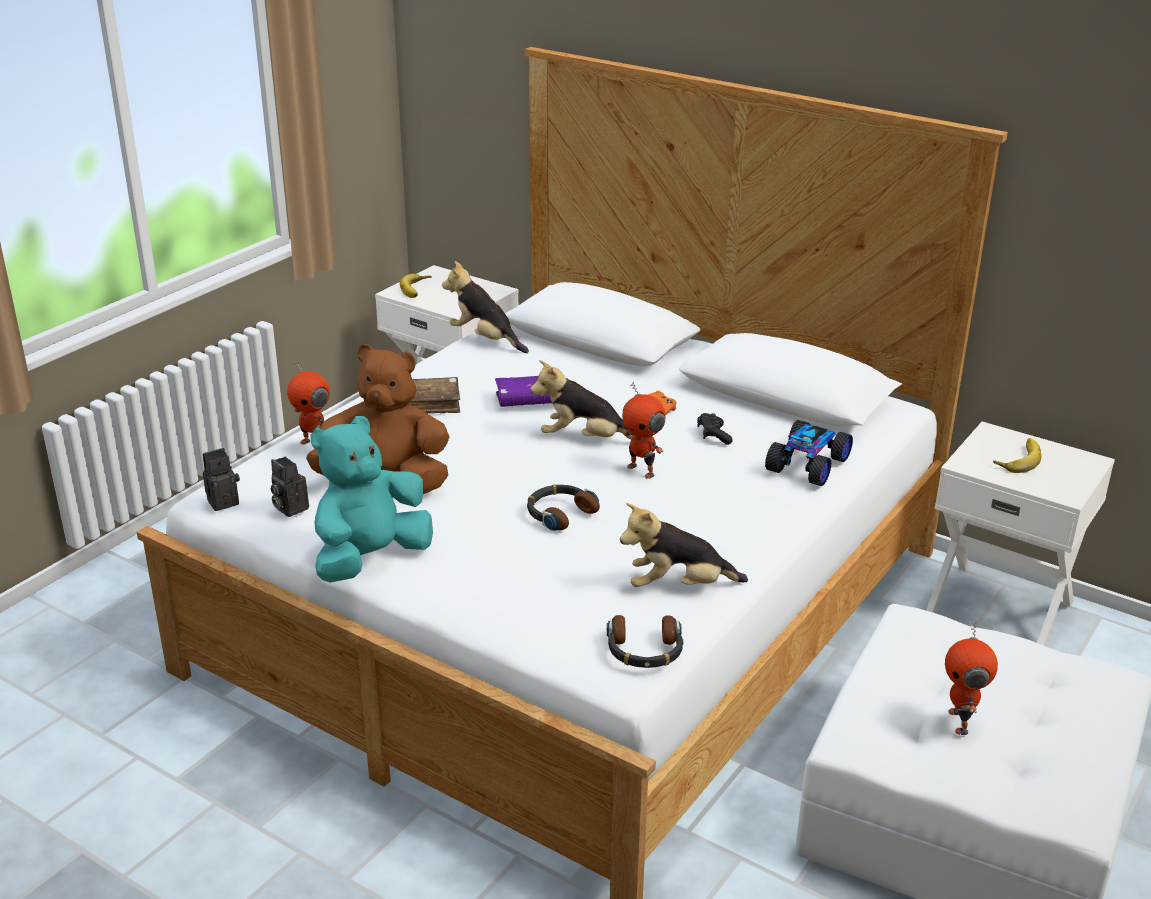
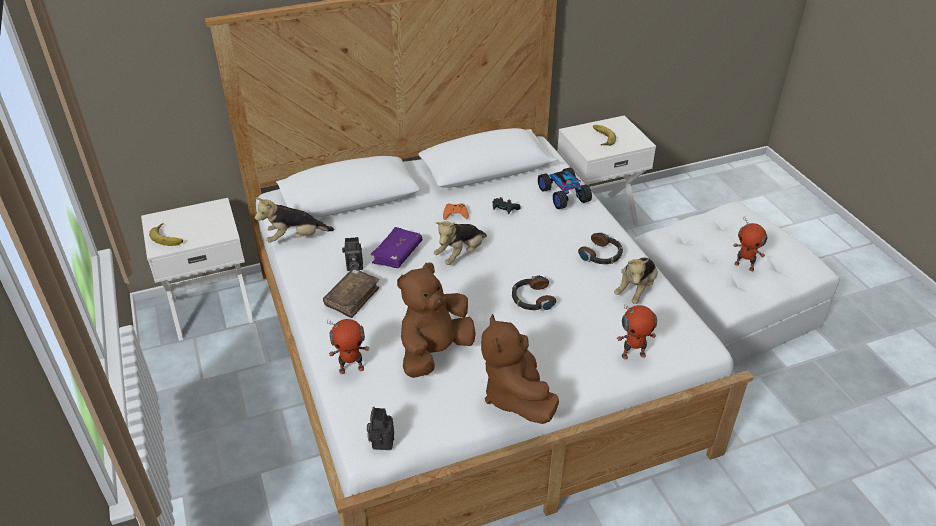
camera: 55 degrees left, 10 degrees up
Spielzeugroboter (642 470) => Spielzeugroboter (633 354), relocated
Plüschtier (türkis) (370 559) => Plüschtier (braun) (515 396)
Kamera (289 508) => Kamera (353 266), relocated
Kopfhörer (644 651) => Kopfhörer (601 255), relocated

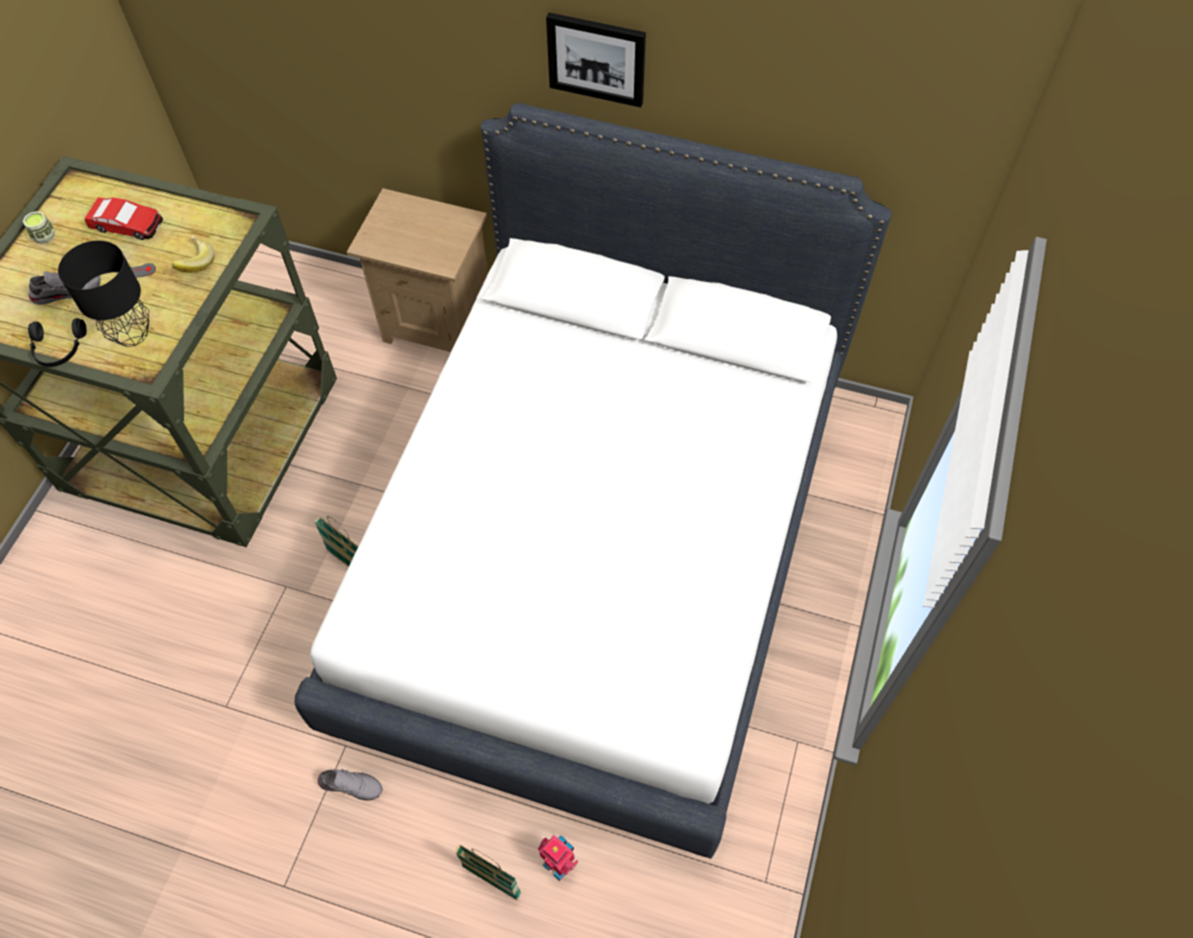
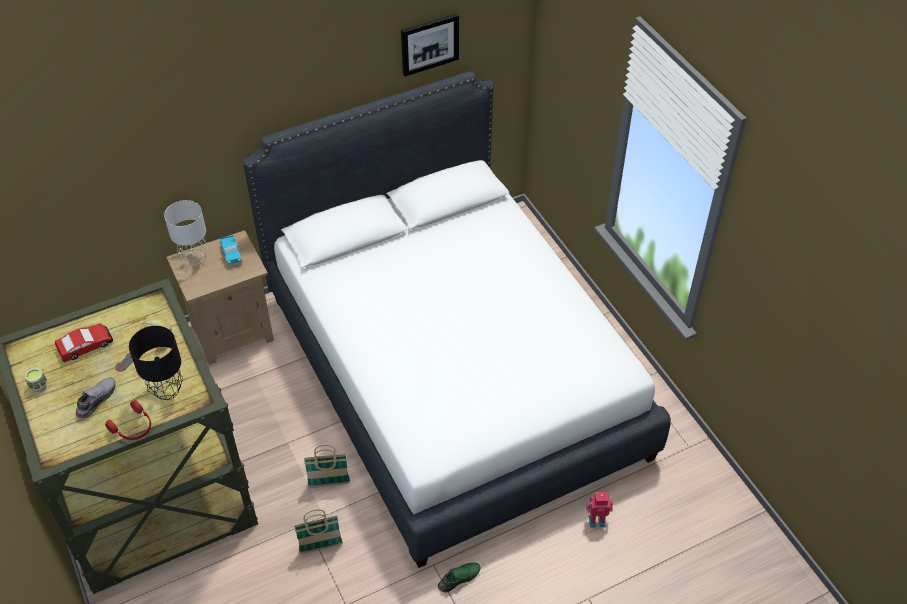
camera: 45 degrees left, 10 degrees down
Bild (597 58) => Bild (429 43), relocated
Kopfhörer (schwarz) (59 349) => Kopfhörer (rot) (133 427)
Schuh (grau) (352 784) => Schuh (grün) (458 578)
Korb (492 880) => Korb (321 547), relocated
nothing => Tischlampe (grau) (195 257)
nothing => Spielzeuglaster (231 255)

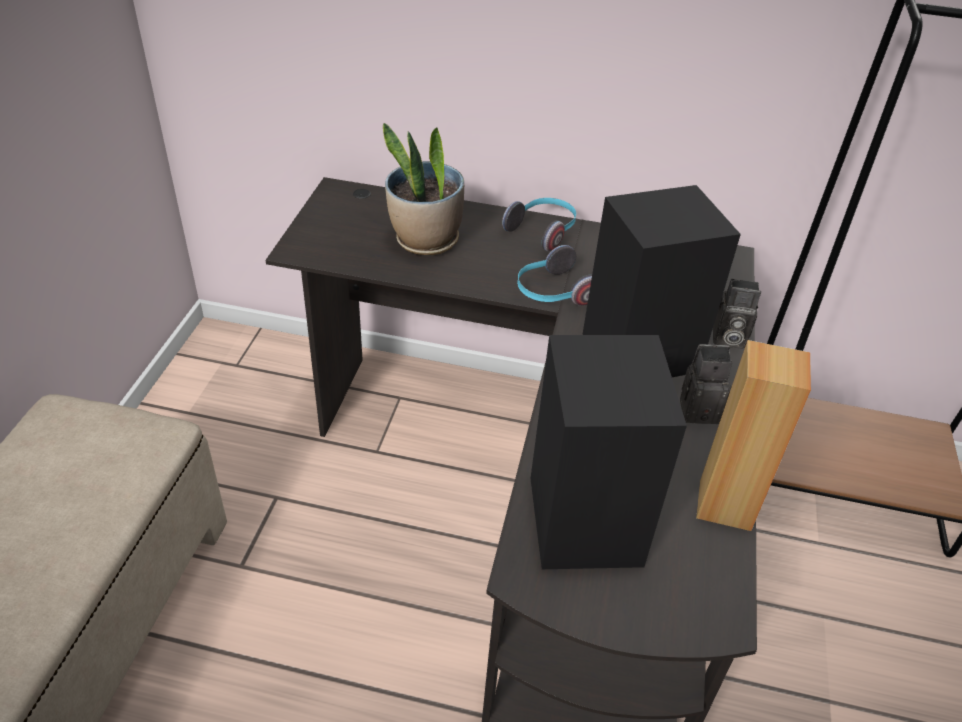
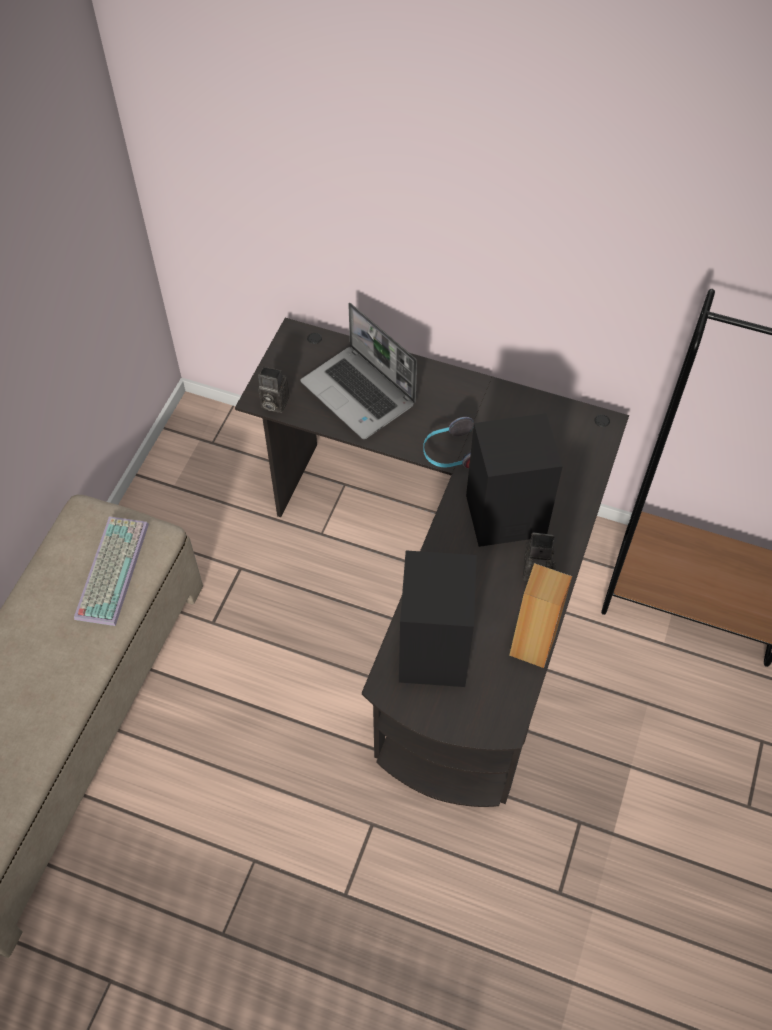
camera: 10 degrees right, 15 degrees up
Topfpflanze (425 241) => Laptop (360 394)
Kopfhörer (543 231) => nothing
Kamera (726 338) => Kamera (273 403), relocated
nothing => Tastatur (110 569)

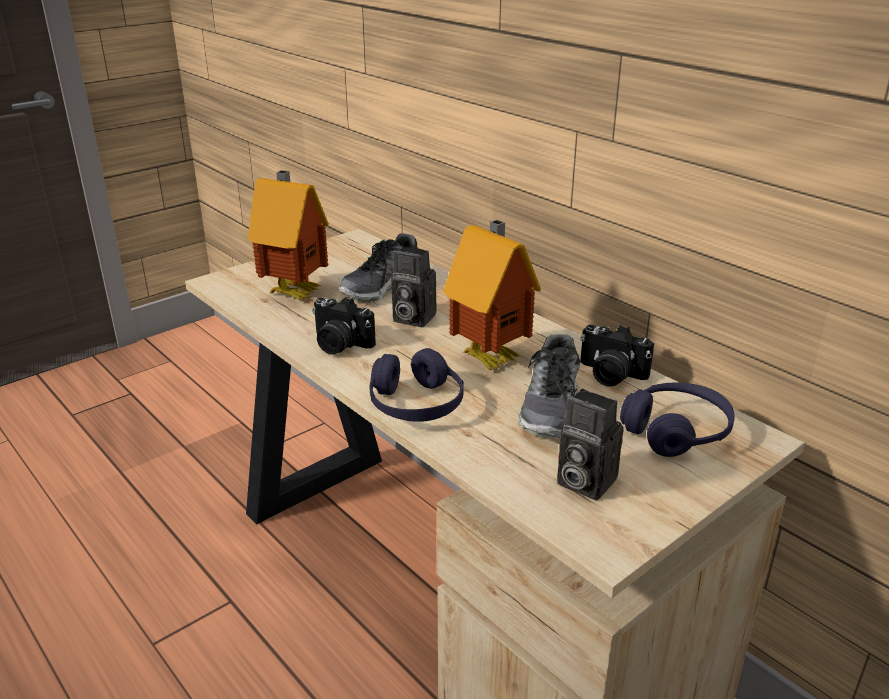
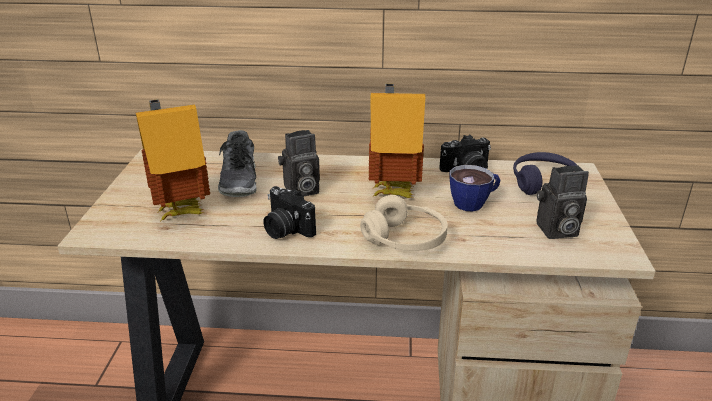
camera: 45 degrees left, 0 degrees up
Kamera (339 344) => Kamera (285 229), 60 degrees clockwise
Schuh (551 408) => Tasse (474 203)
Kopfhörer (lila) (416 404) => Kopfhörer (beige) (405 239)

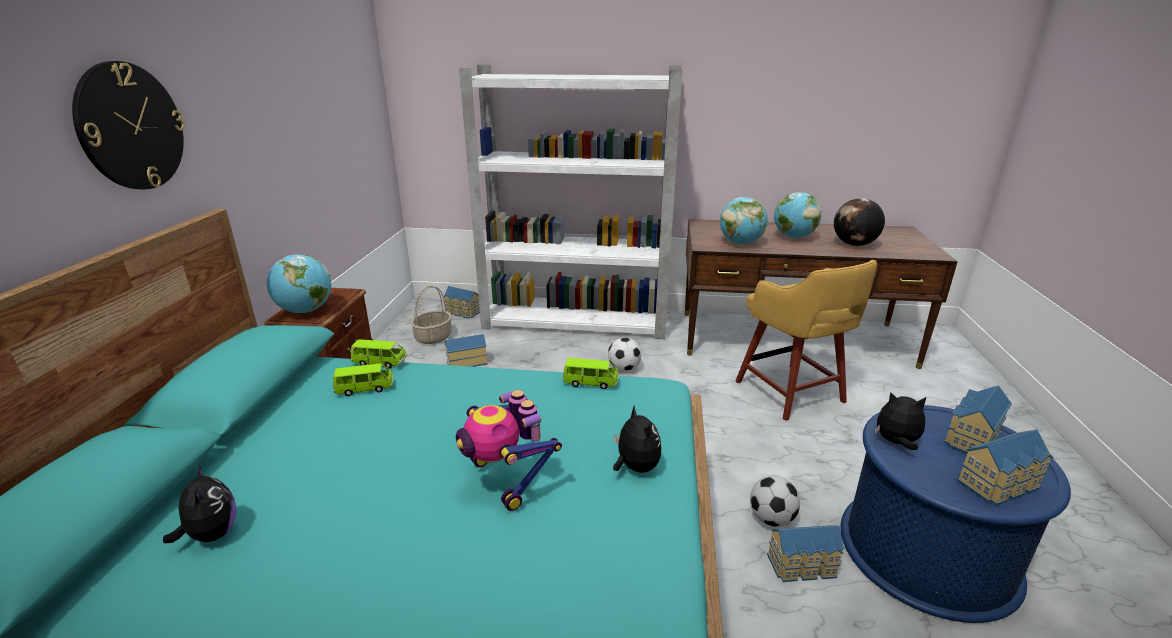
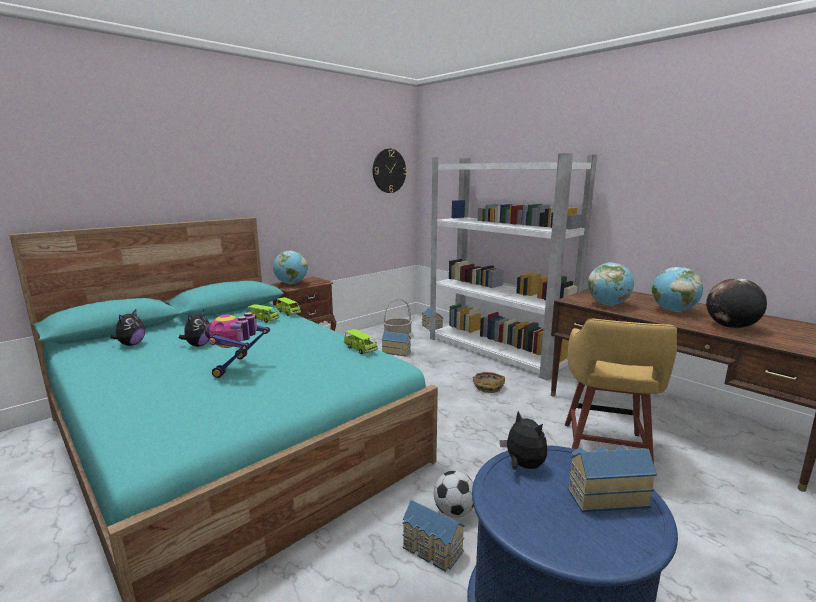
camera: 40 degrees right, 10 degrees down
Wanduhr (130 127) => Wanduhr (389 171), relocated
Fußball (624 368) => Korb (488 386)
Plüschtier (635 467) => Plüschtier (198 345), relocated
Spielzeughaus (1000 484) => nothing

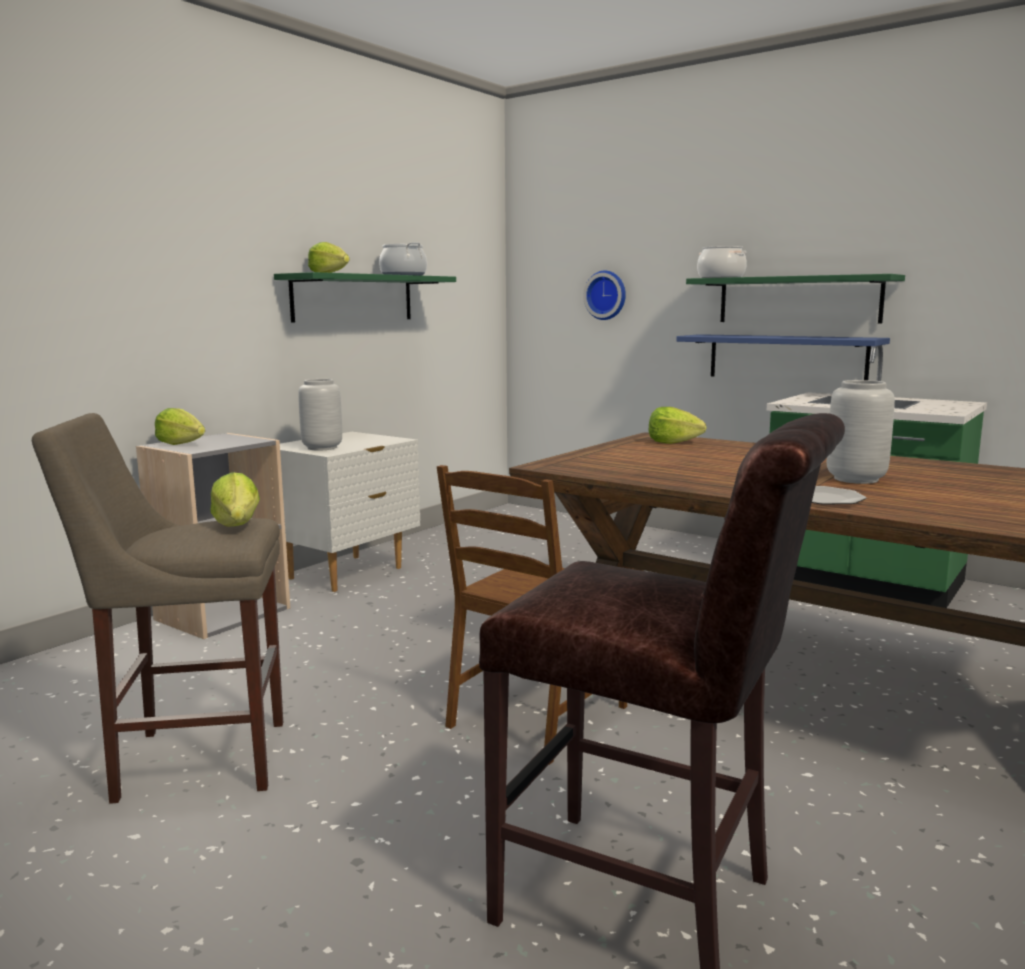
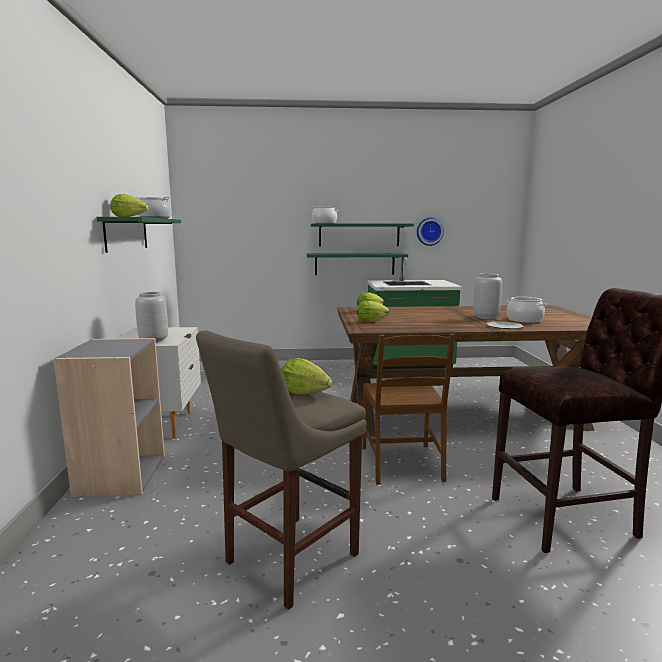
camera: 40 degrees left, 0 degrees up
Wanduhr (606 295) => Wanduhr (429 231), relocated
Wandregal (blau) (786 358) => Wandregal (grün) (354 264)
Salatkopf (181 444) => Salatkopf (371 321), relocated
nothing => Kochtopf (524 320)

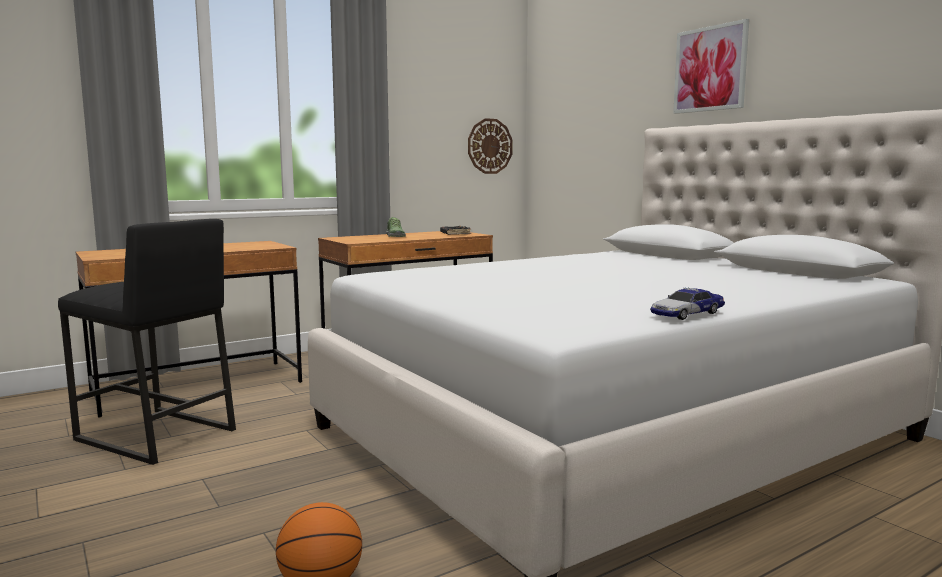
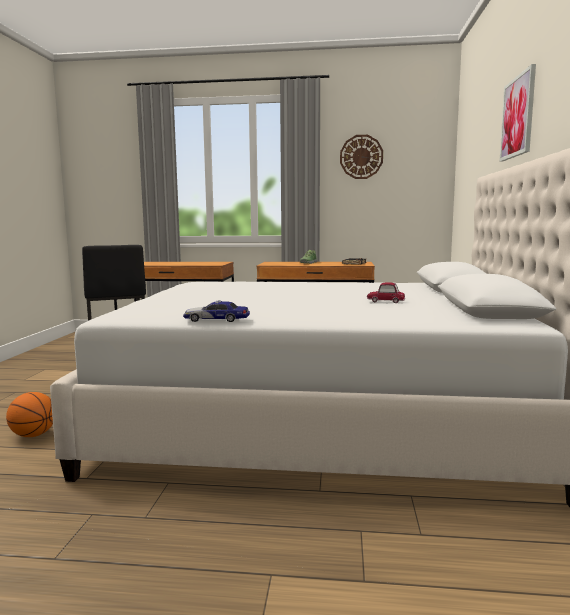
camera: 40 degrees right, 0 degrees up
Wanduhr (489 146) => Wanduhr (361 157), relocated
nothing => Spielzeugauto (386 301)

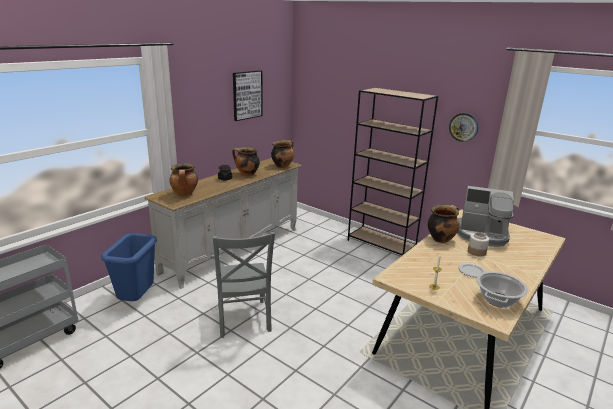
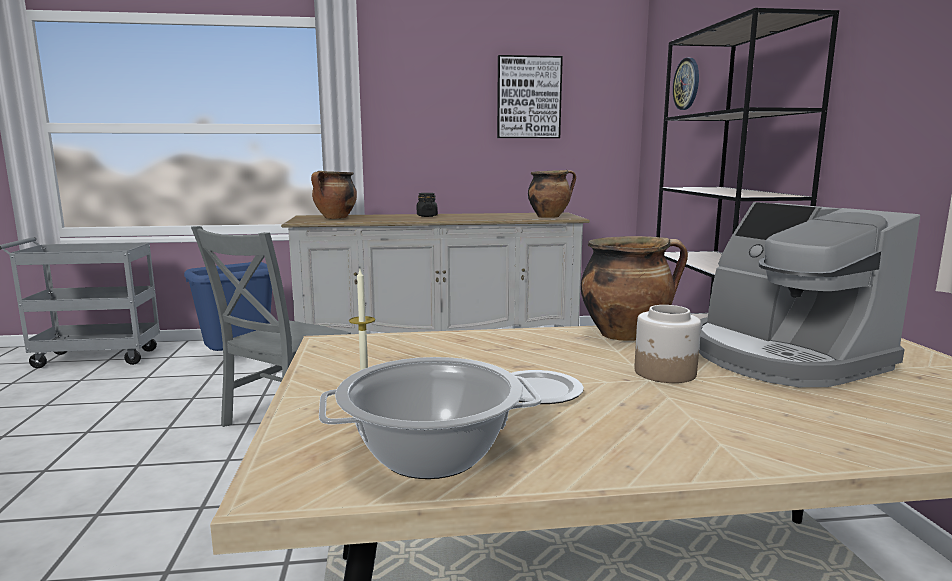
camera: 45 degrees right, 10 degrees down
Wanduhr (463 127) => Wanduhr (687 84), relocated
Kochtopf (246 174) => nothing

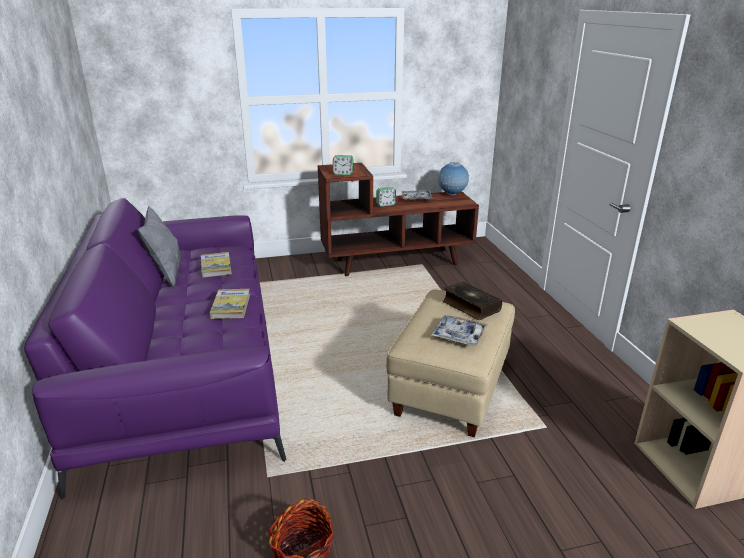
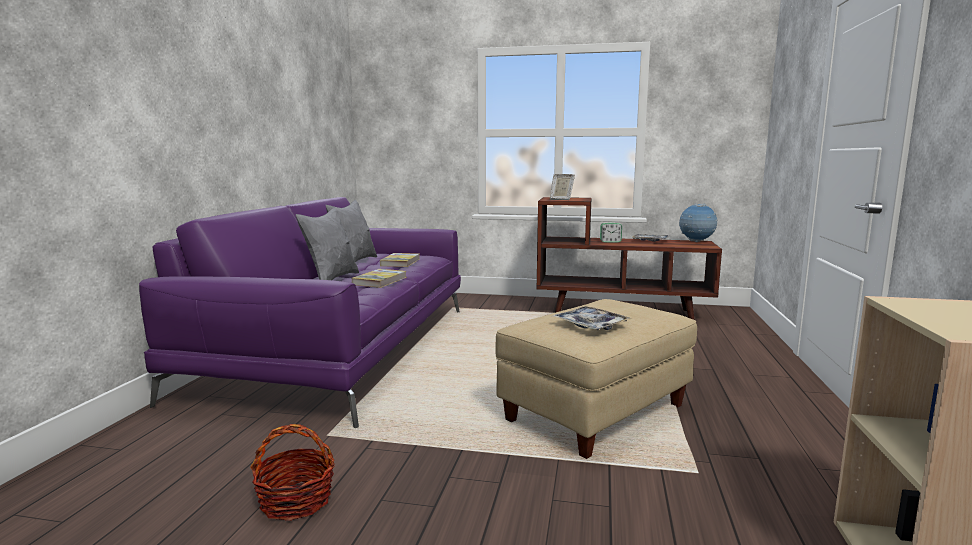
camera: 25 degrees right, 15 degrees down
Wecker (343 173) => Bilderrahmen (561 199)
Buch (470 306) => nothing
nothing => Kissen (grau) (331 279)

